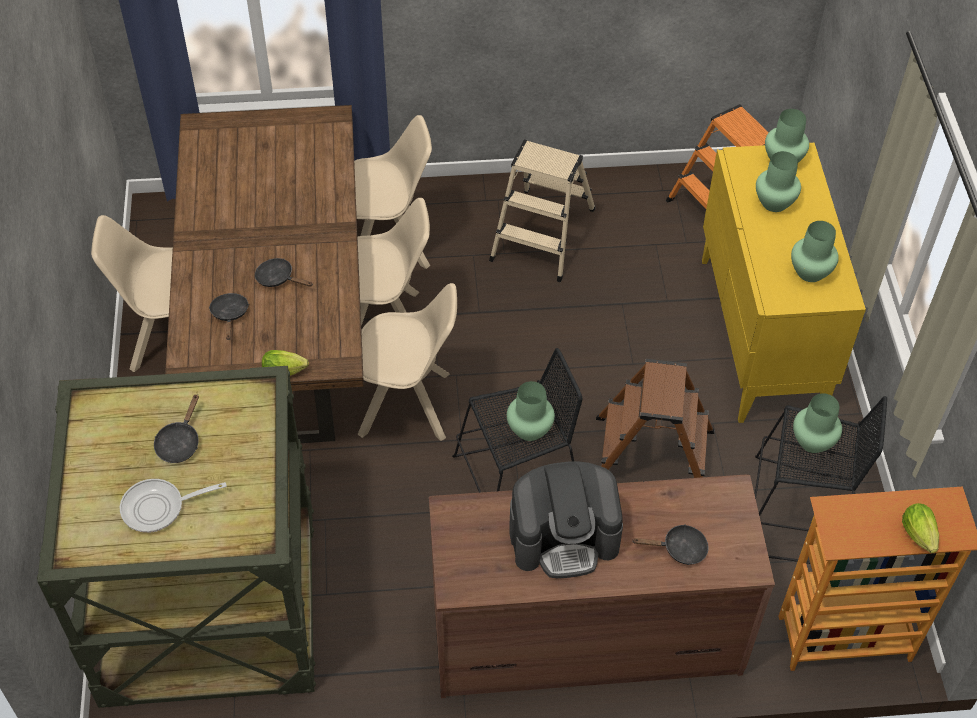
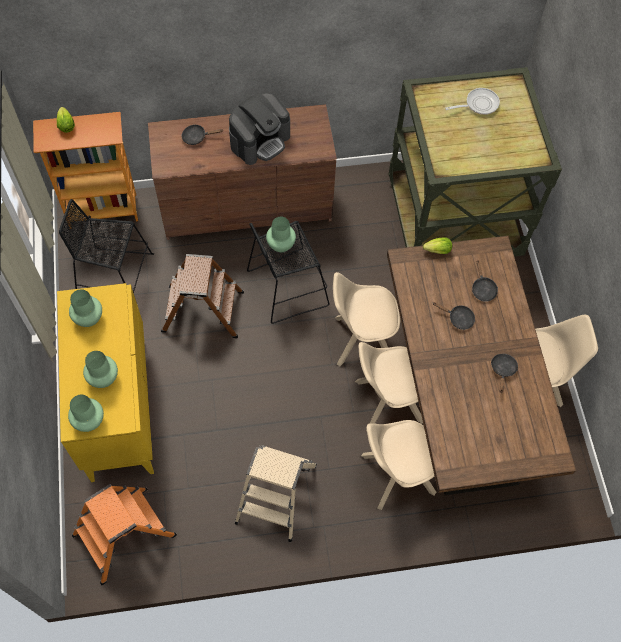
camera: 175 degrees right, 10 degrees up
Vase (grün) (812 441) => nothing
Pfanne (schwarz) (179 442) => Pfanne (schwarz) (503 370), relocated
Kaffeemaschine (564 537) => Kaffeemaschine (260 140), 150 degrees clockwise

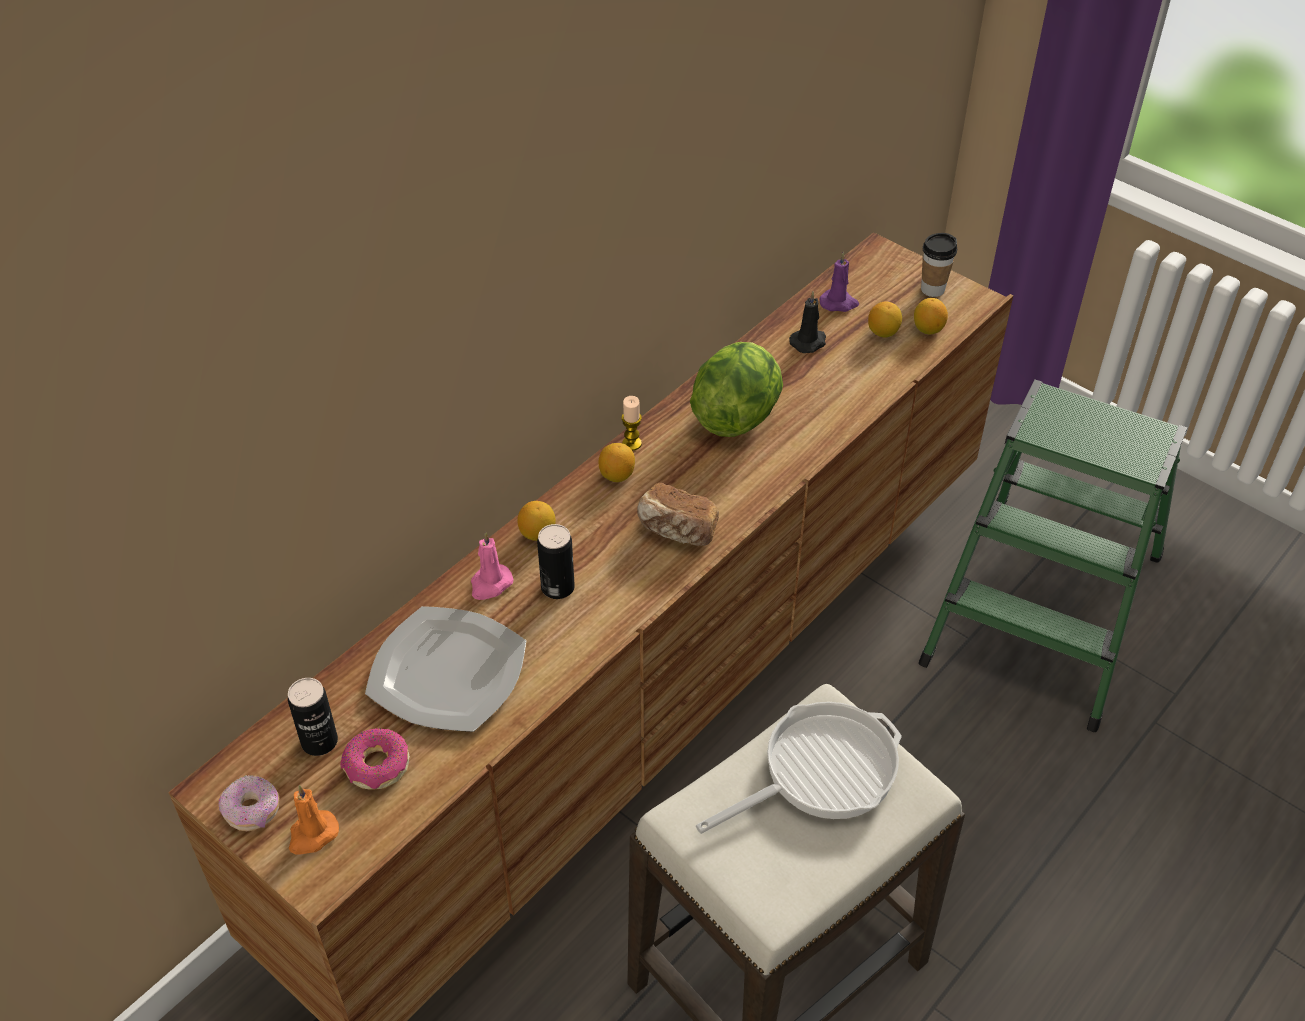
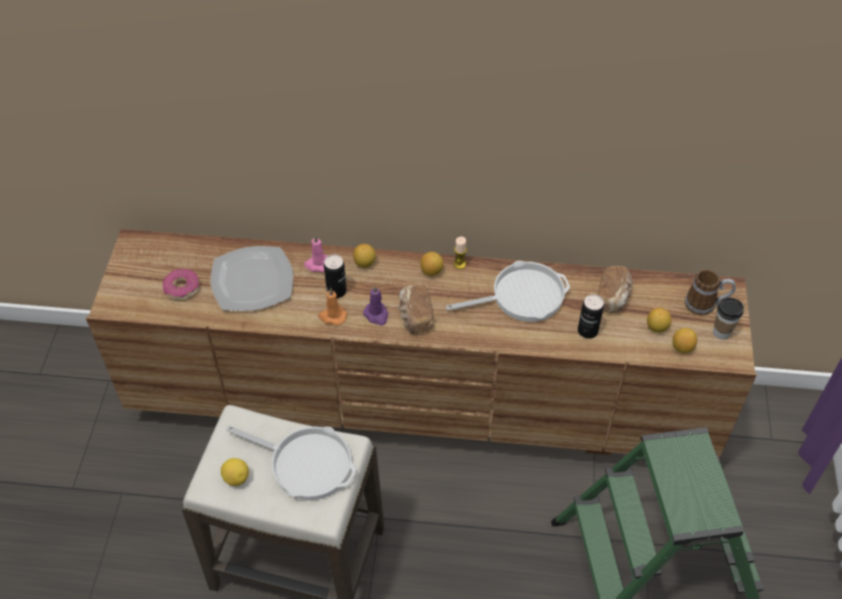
camera: 55 degrees right, 5 degrees up
Kerze (lila) (839 303) => Kerze (lila) (376 315), relocated
Kerze (schwarz) (809 342) => Brot (613 297)
Salatkopf (736 415) => Pfanne (522 296)
Dose (319 741) => Dose (587 331), relocated
Donut (252 810) => nothing
Kerze (orange) (312 834) => Kerze (orange) (332 316), relocated
nothing => Henkelbecher (706 305)
nothing => Zitrone (236 478)

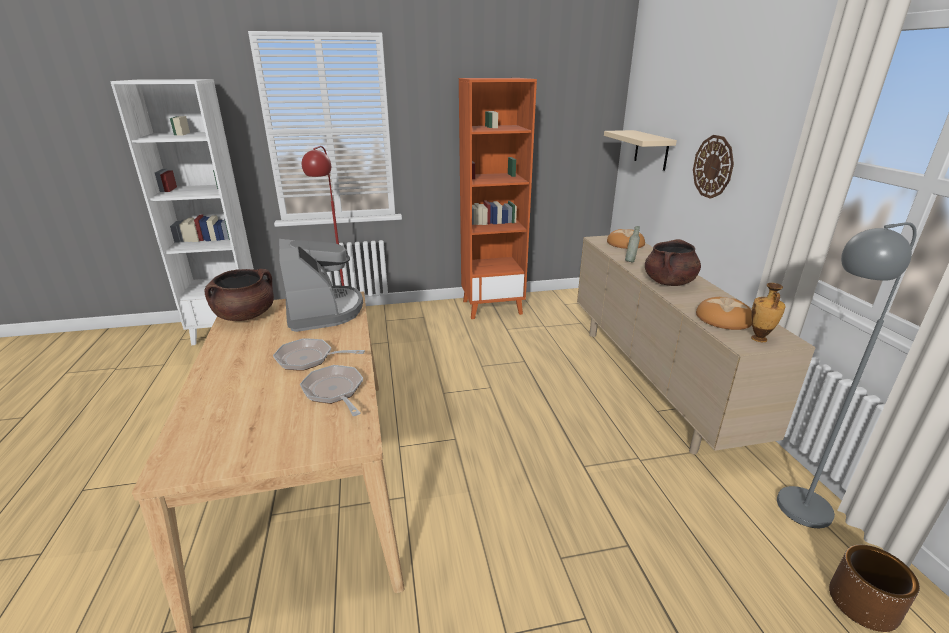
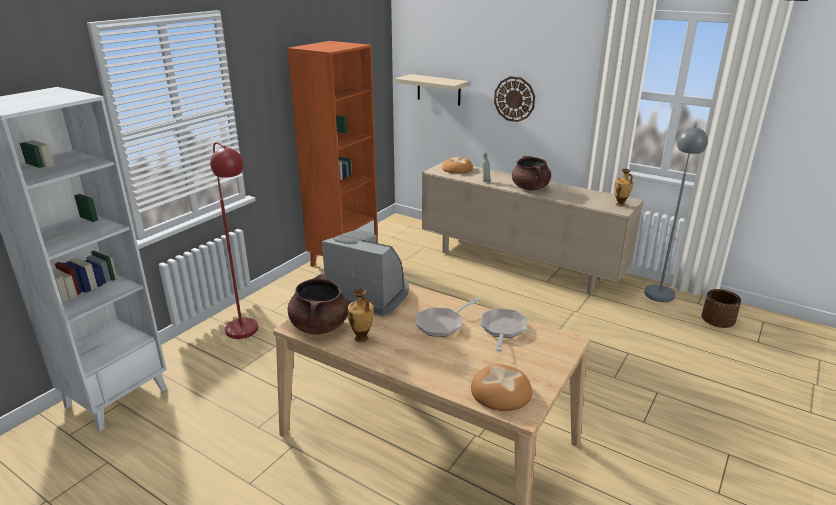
camera: 45 degrees left, 0 degrees up
Brot (724 319) => Brot (501 392), relocated
Pfanne (335 392) => Pfanne (502 330), 90 degrees clockwise
nothing => Vase (362 339)

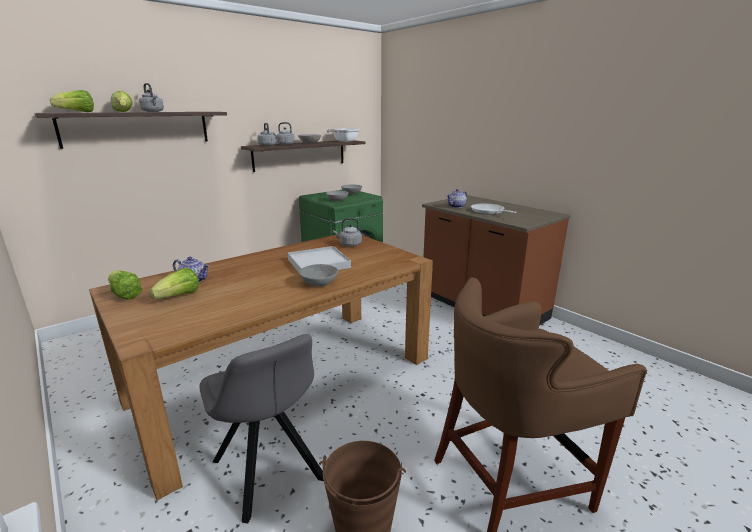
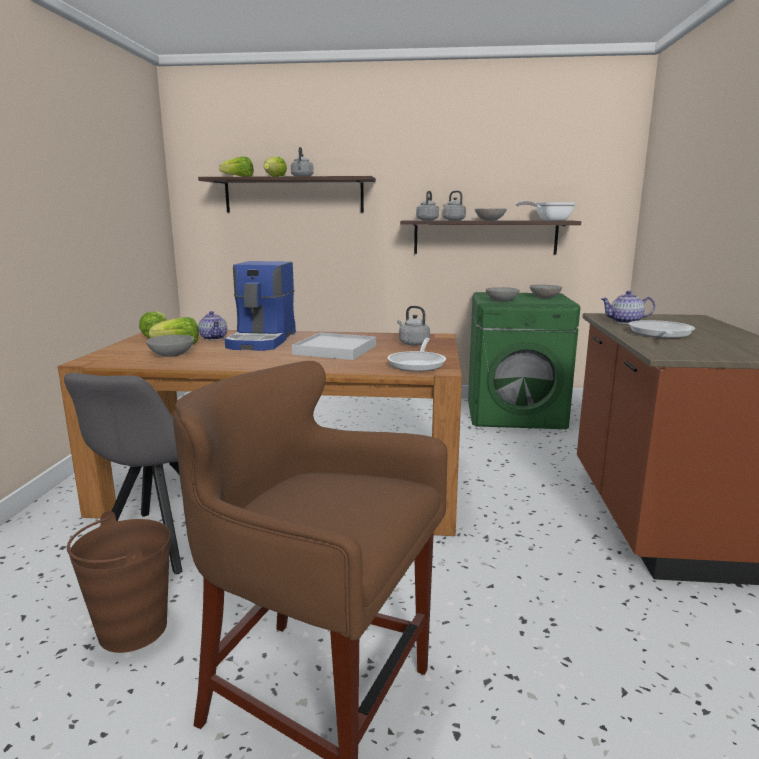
camera: 45 degrees right, 5 degrees down
Schüssel (grau) (319 283) => Schüssel (grau) (172 355), relocated
nothing => Kaffeemaschine (263 340)
nothing => Pfanne (418 363)

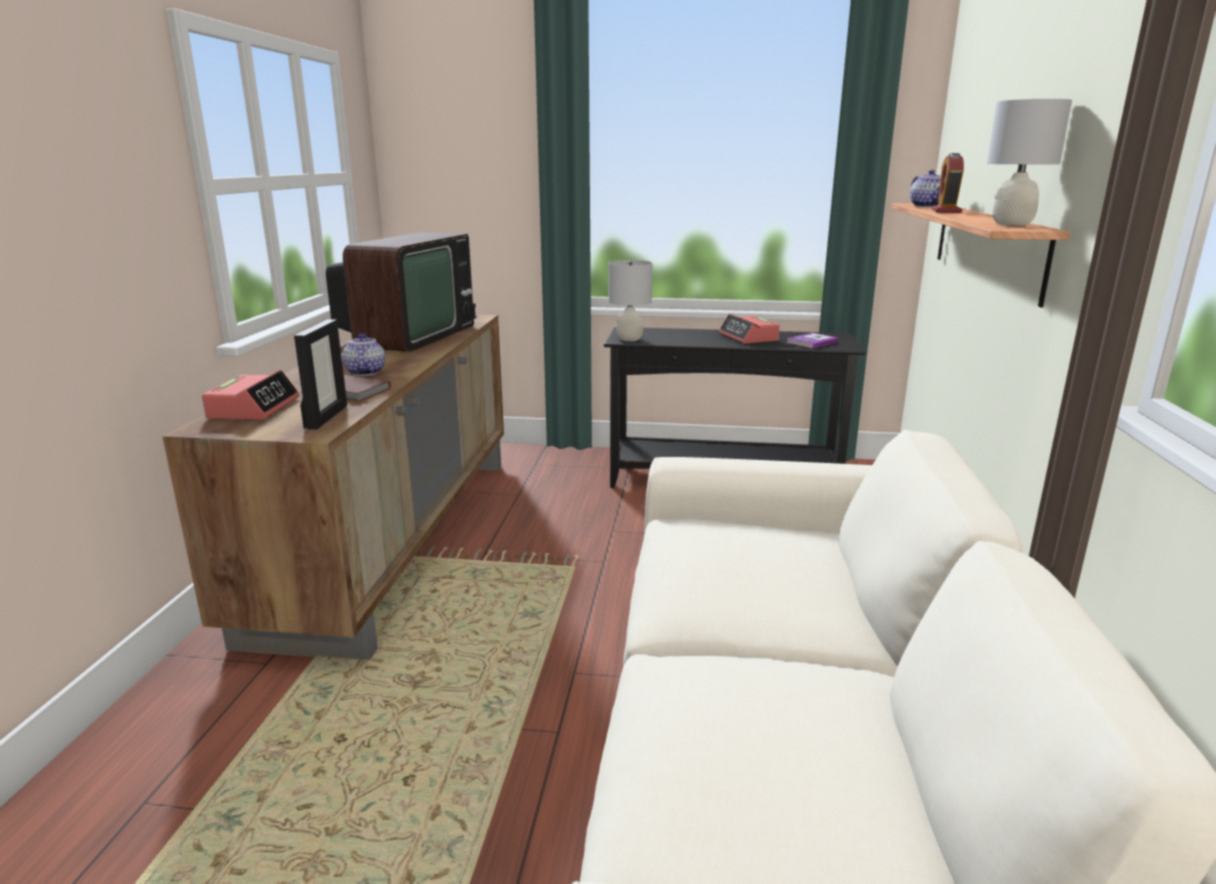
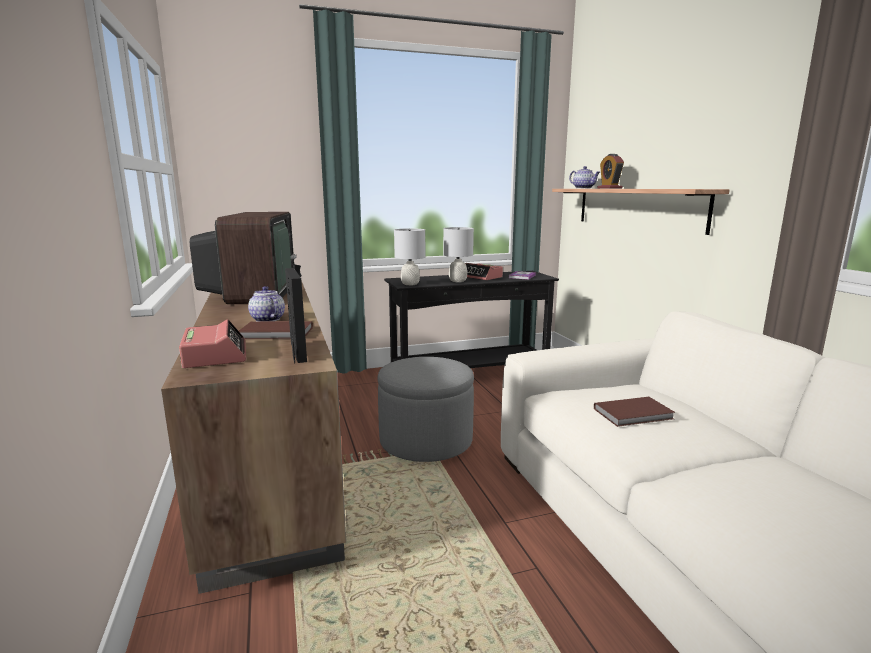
camera: 25 degrees left, 5 degrees down
Tischlampe (grau) (1009 225) => Tischlampe (grau) (457 281), relocated
nothing => Polsterhocker (grau) (426 441)
nothing => Buch (braun) (634 414)

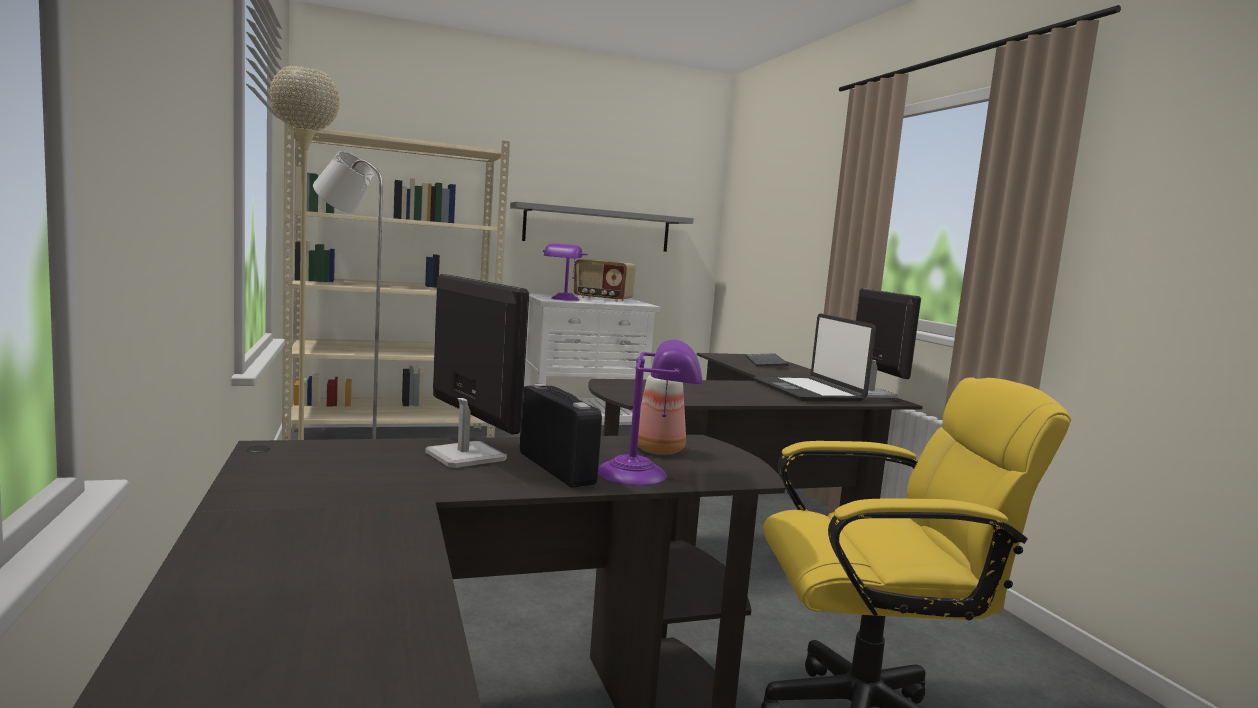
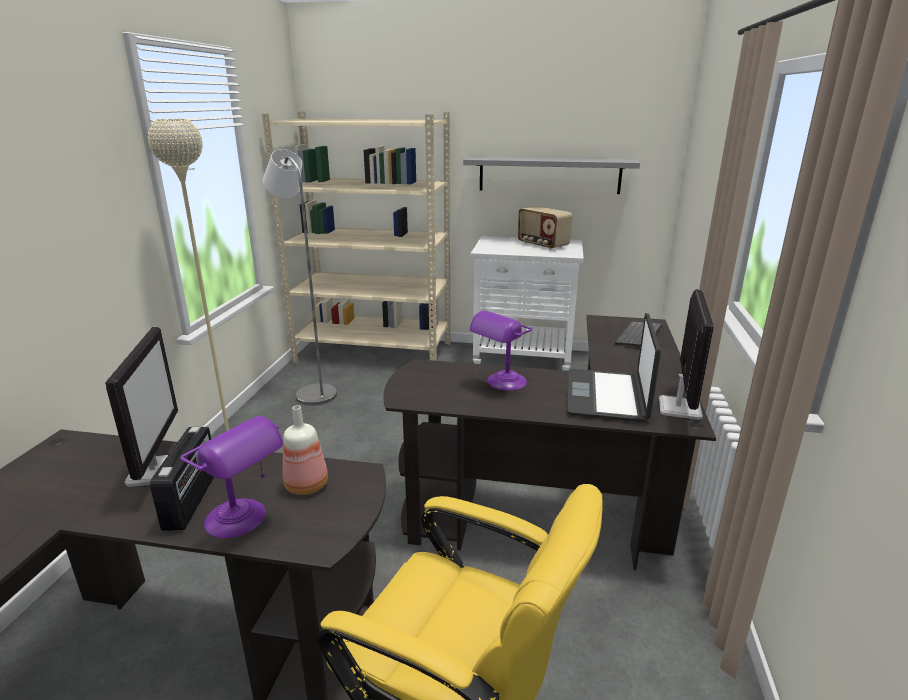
camera: 30 degrees right, 15 degrees up
Tischlampe (lila) (563 299) => Tischlampe (lila) (502 384), relocated

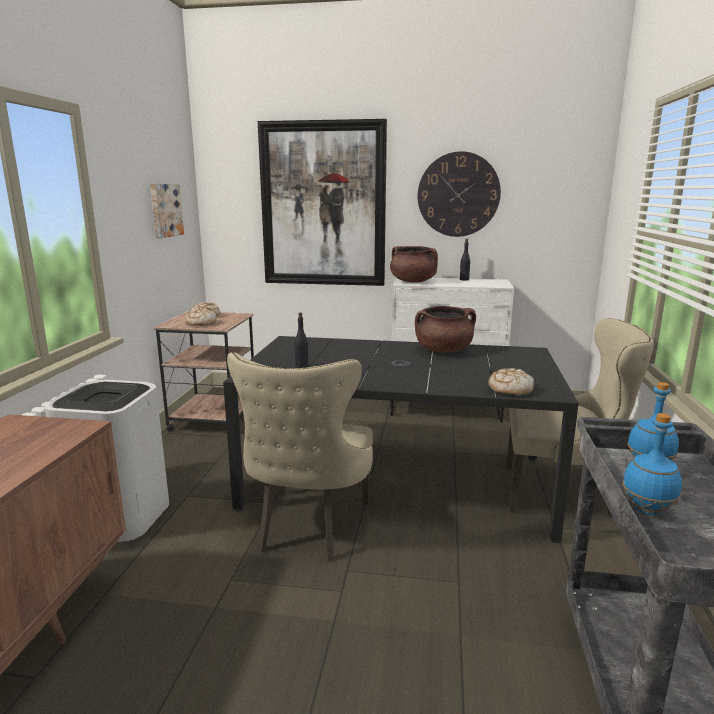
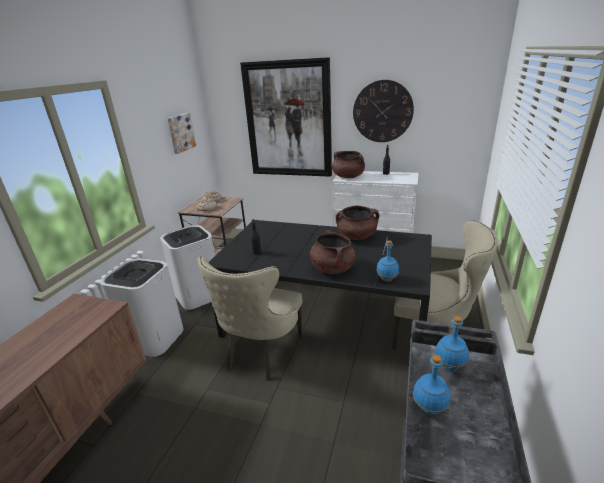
camera: 10 degrees right, 10 degrees up
Brot (509 389) => Flasche (blau) (386 279)
nothing => Mülleimer (weiß) (199 295)
nothing => Kochtopf (braun) (332 268)

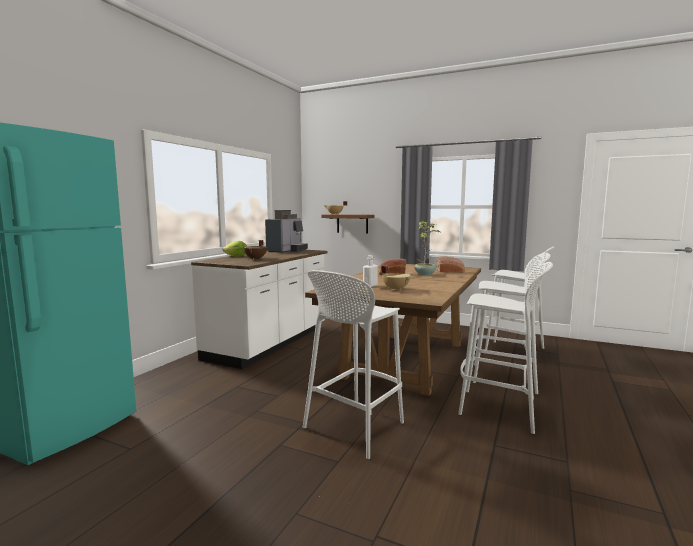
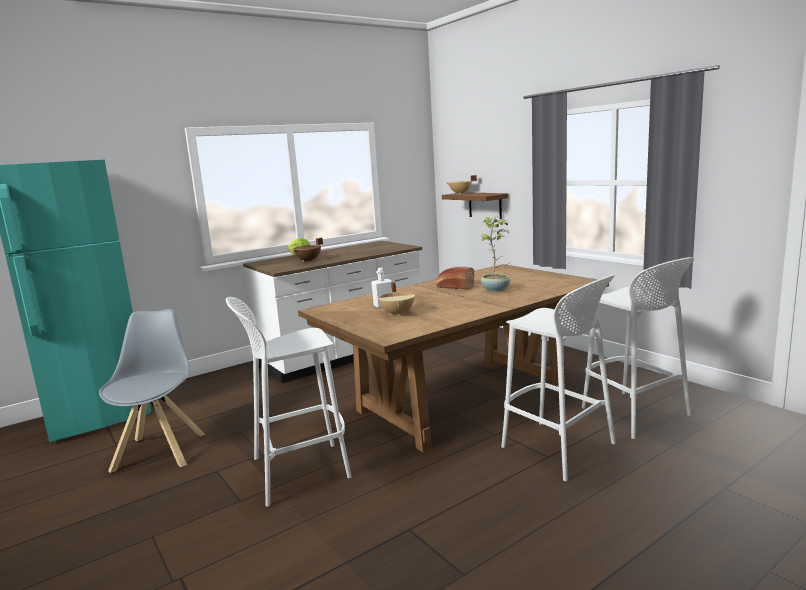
camera: 30 degrees right, 5 degrees up
Kaffeemaschine (287 250) => nothing
Brot (451 271) => nothing
Hocker (weiß) (500 409) => nothing
nothing => Stuhl (grau) (161 450)

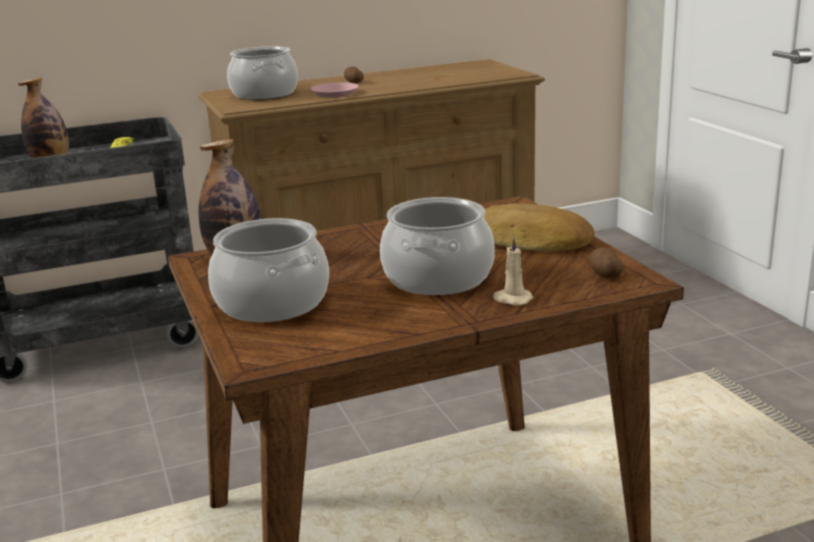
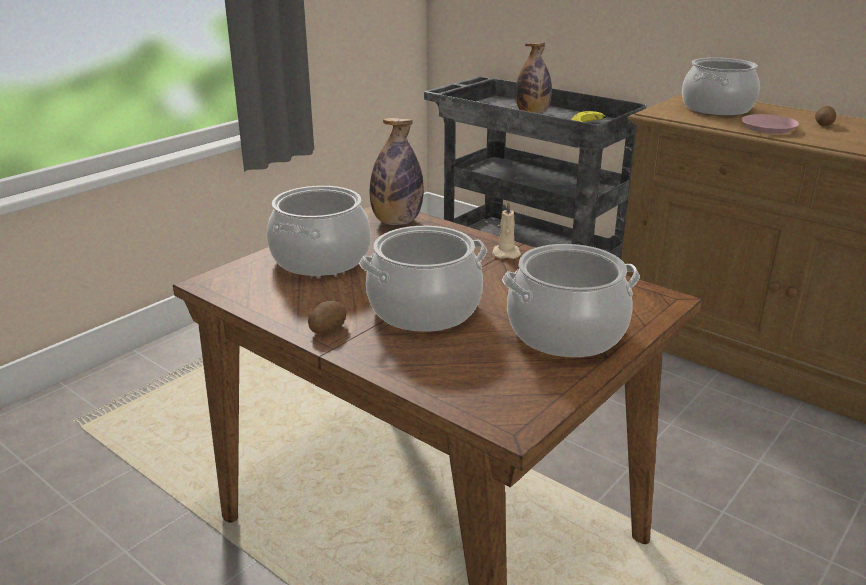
camera: 60 degrees right, 5 degrees up
Brot (531 241) => Kochtopf (566 333)
Kerze (beige) (511 299) => Kerze (beige) (506 253), relocated
Kartoffel (604 274) => Kartoffel (327 328), relocated

